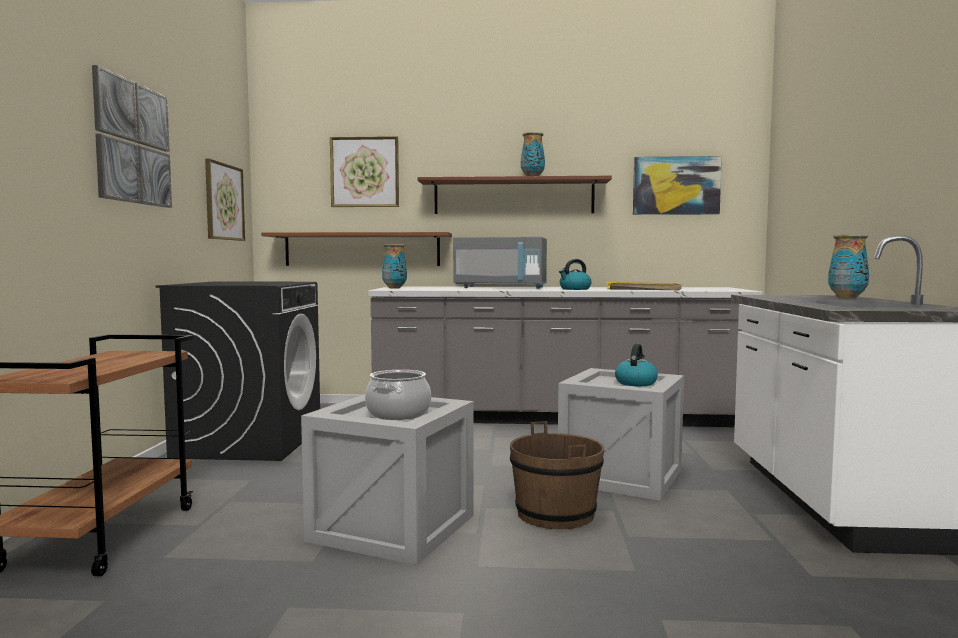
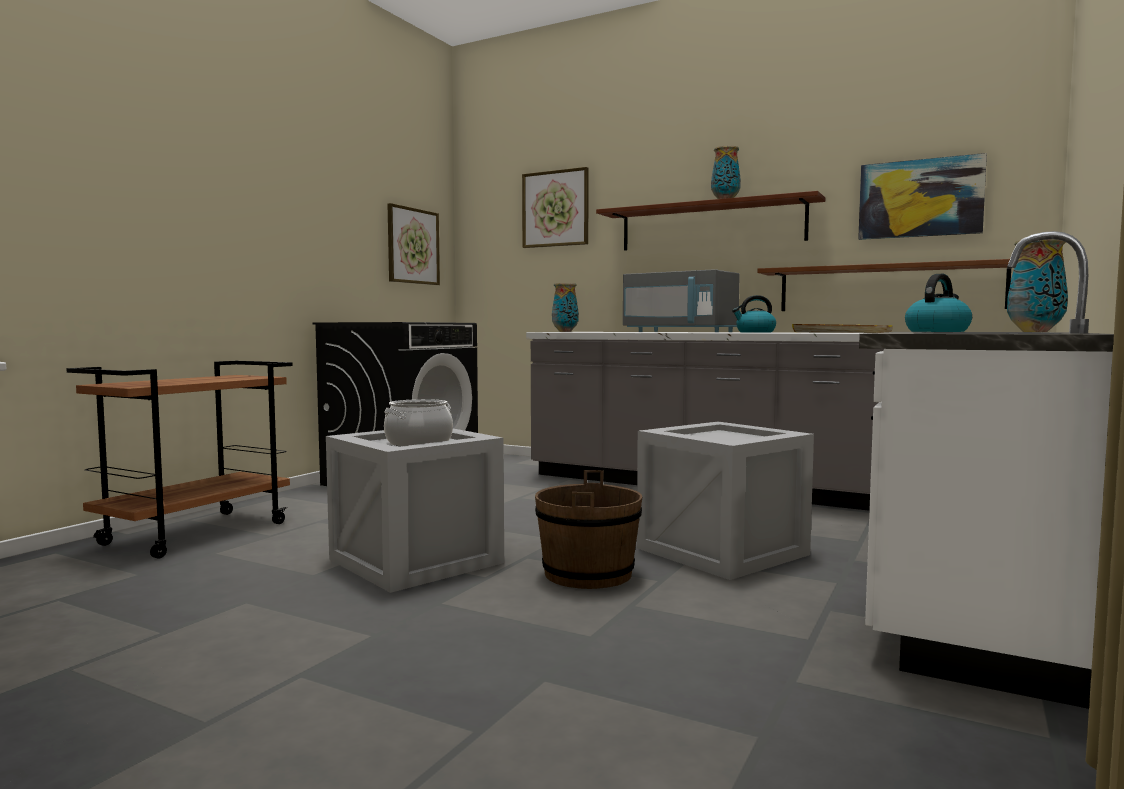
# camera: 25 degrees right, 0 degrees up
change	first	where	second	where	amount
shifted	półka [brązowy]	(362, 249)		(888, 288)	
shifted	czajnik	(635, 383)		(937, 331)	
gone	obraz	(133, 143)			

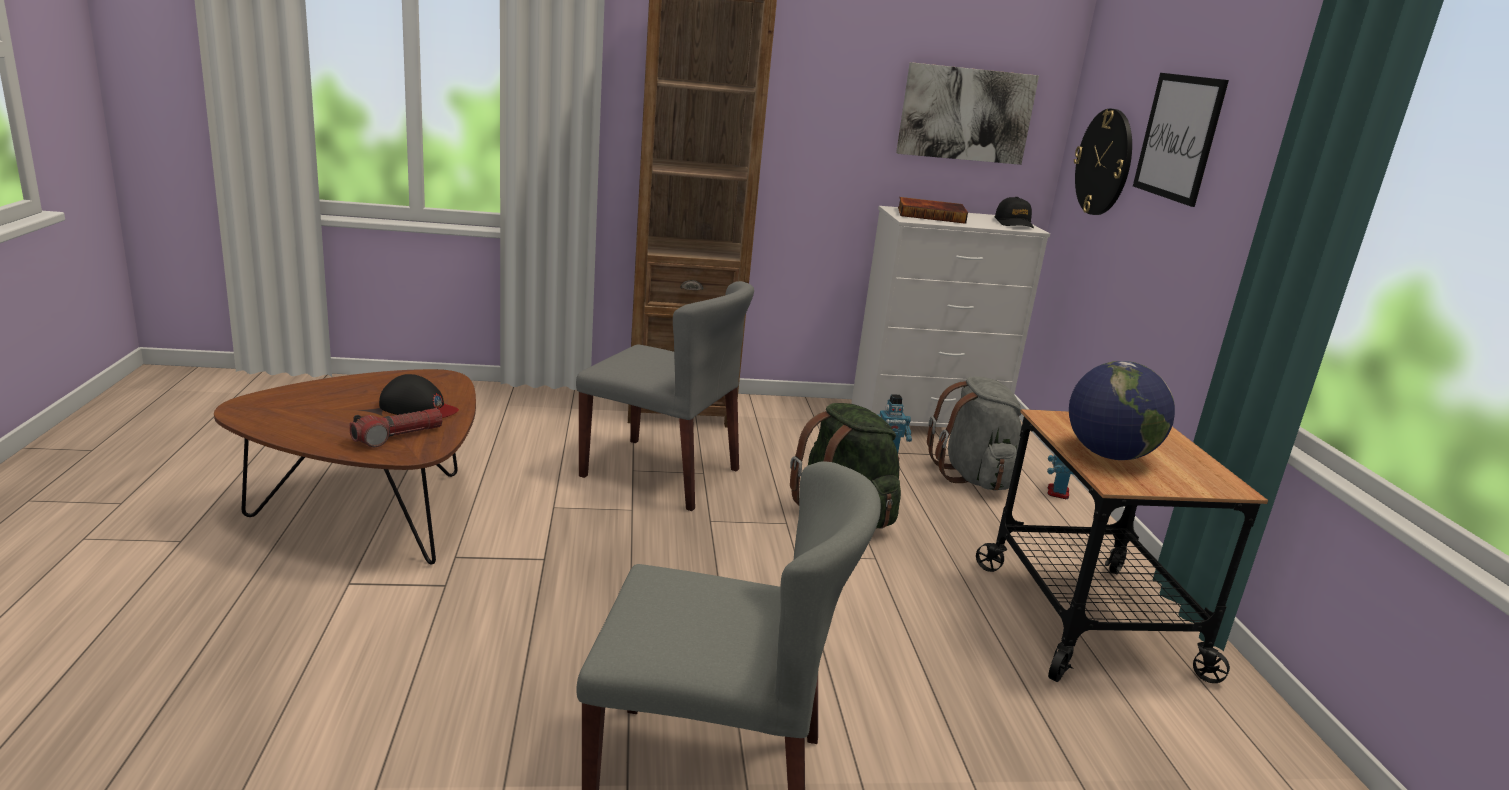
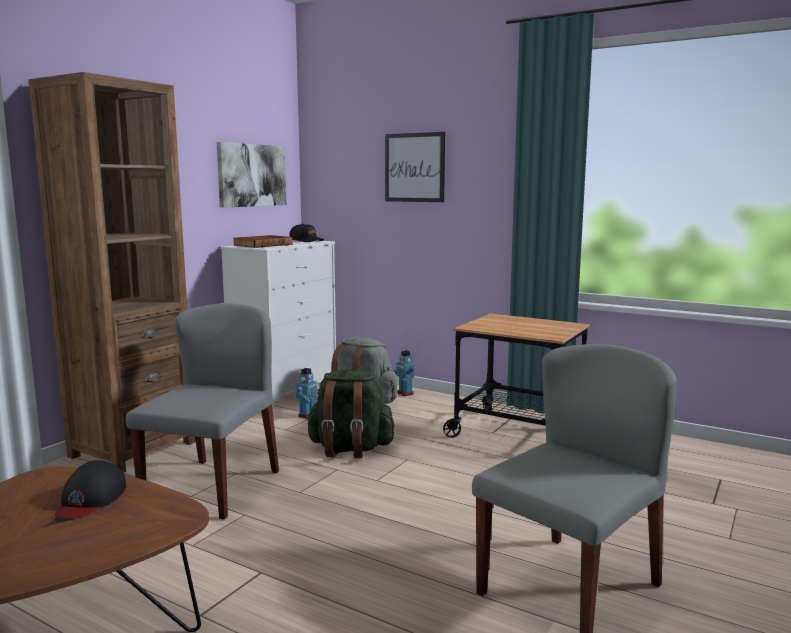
# camera: 50 degrees left, 10 degrees down
change	first	where	second	where	amount
rotated	czapka z daszkiem [czarny]	(418, 407)		(90, 499)	135 degrees clockwise
rotated	krzesło [szary]	(662, 473)		(213, 487)	45 degrees counterclockwise
gone	latarka	(397, 436)			
gone	globus	(1108, 455)			
gone	zegar ścienny	(1104, 162)			

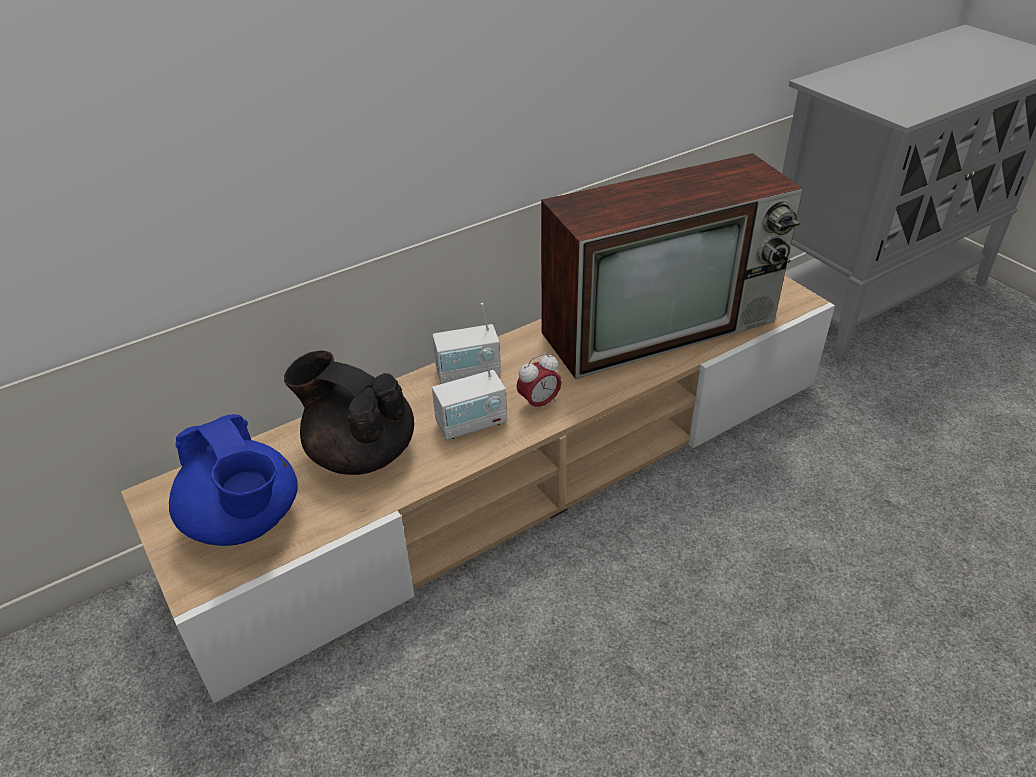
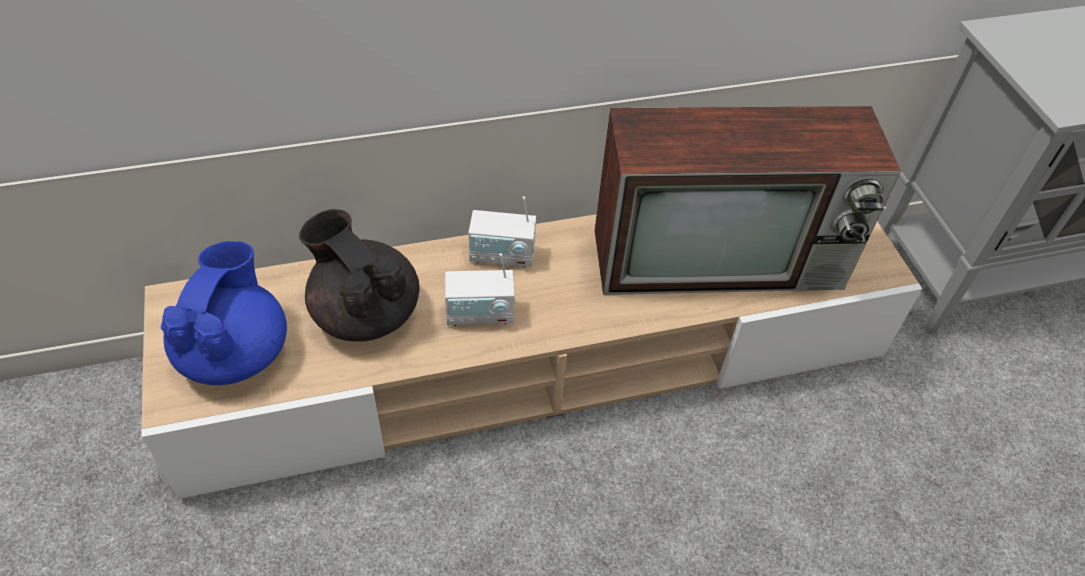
# camera: 15 degrees right, 10 degrees up
change	first	where	second	where	amount
rotated	imbryk [niebieski]	(244, 521)		(235, 352)	150 degrees counterclockwise
gone	budzik	(539, 403)			

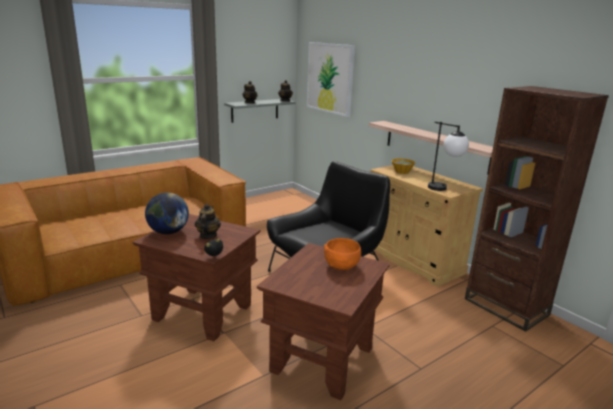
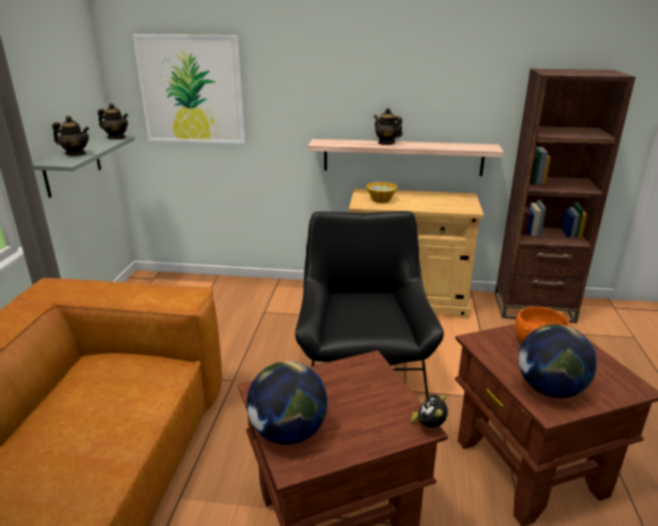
# camera: 45 degrees left, 5 degrees up
change	first	where	second	where	amount
shifted	imbryk	(207, 236)		(386, 143)	
new			globus	(550, 389)	
gone	lampa stołowa	(444, 189)			

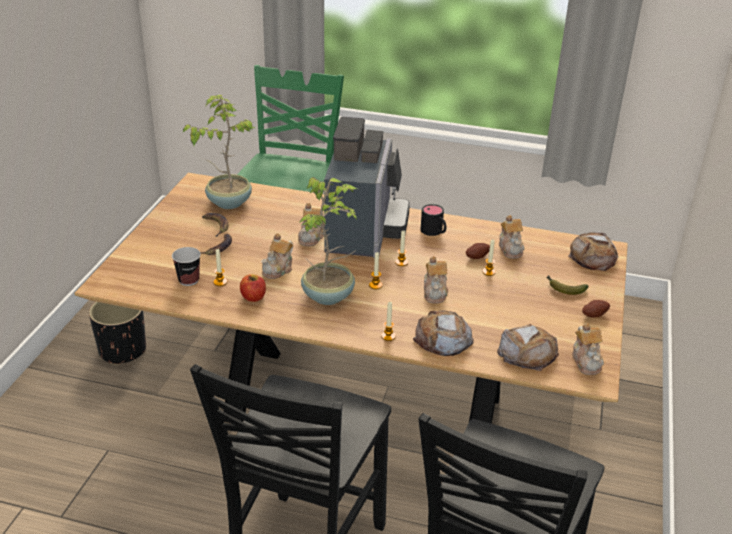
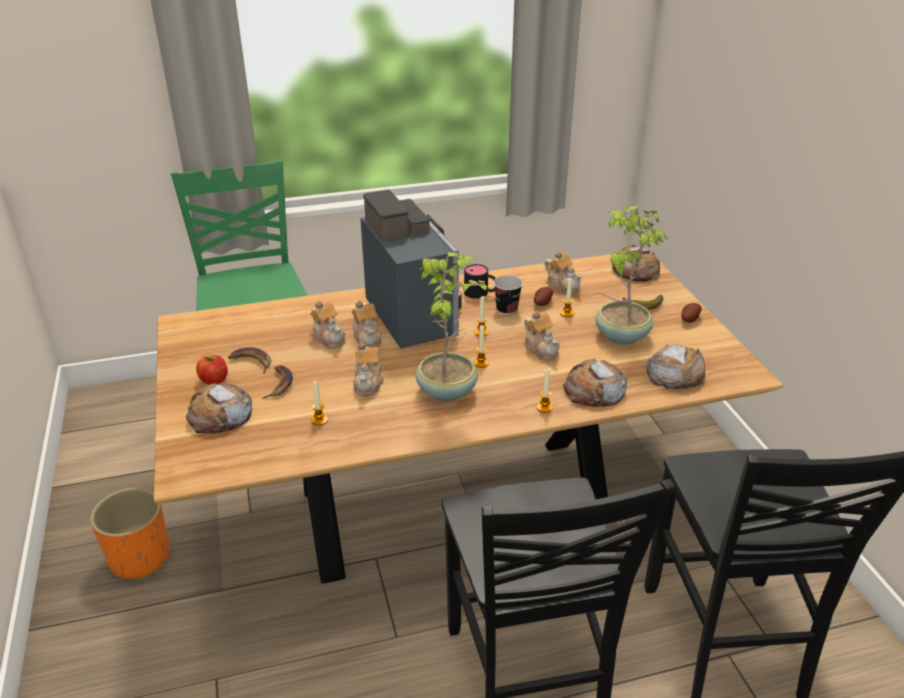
# camera: 30 degrees left, 0 degrees up
change	first	where	second	where	amount
repainted	donica [czarny]	(122, 351)	donica [pomarańczowy]	(140, 558)	
new			chleb	(221, 415)	
shifted	jabłko	(253, 297)		(214, 380)	
shifted	imbryk	(586, 361)		(329, 338)	
shifted	filiżanka	(189, 280)		(507, 310)	
shifted	roślina doniczkowa	(228, 202)		(620, 336)	

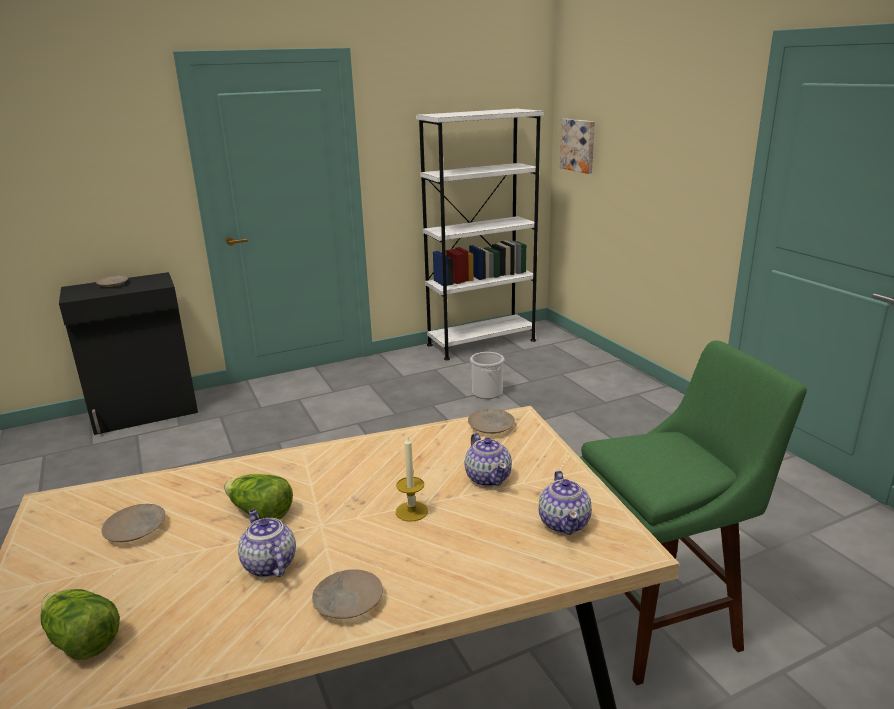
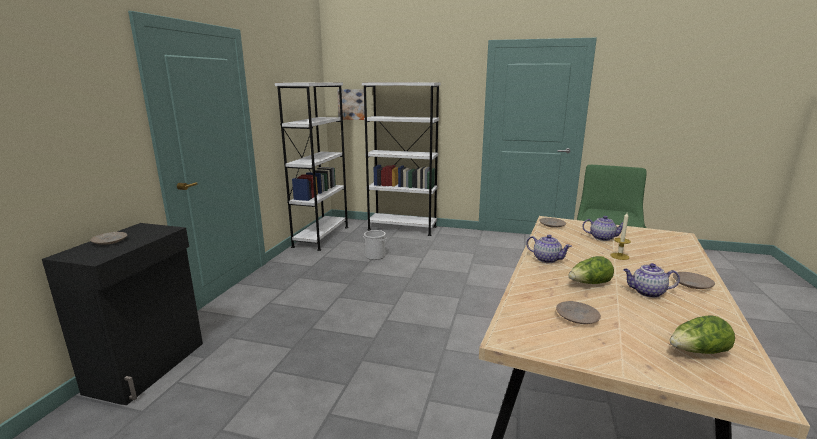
# camera: 50 degrees left, 5 degrees down
change	first	where	second	where	amount
new			regał [biały]	(402, 228)	
shifted	imbryk	(564, 523)		(546, 259)	

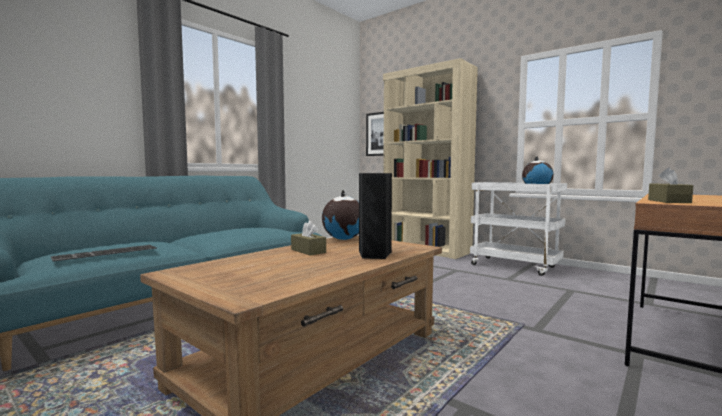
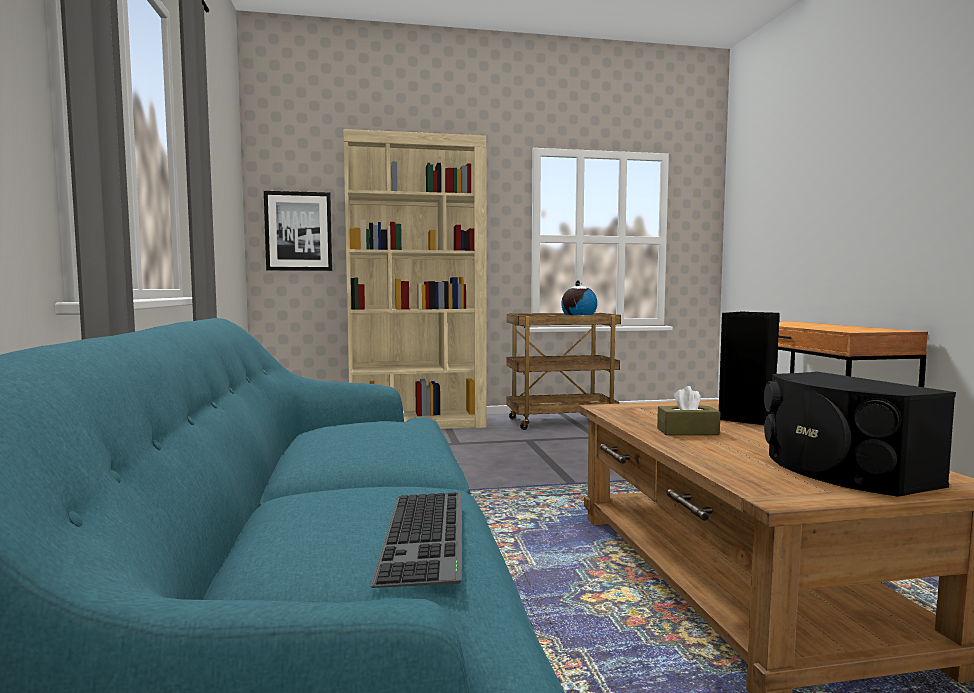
# camera: 50 degrees left, 0 degrees up
change	first	where	second	where	amount
repainted	wózek [biały]	(515, 266)	wózek [brązowy]	(561, 421)	
new			głośnik [czarny]	(841, 471)	
gone	globus	(343, 239)			
gone	pudełko chusteczek [brązowy]	(668, 201)			

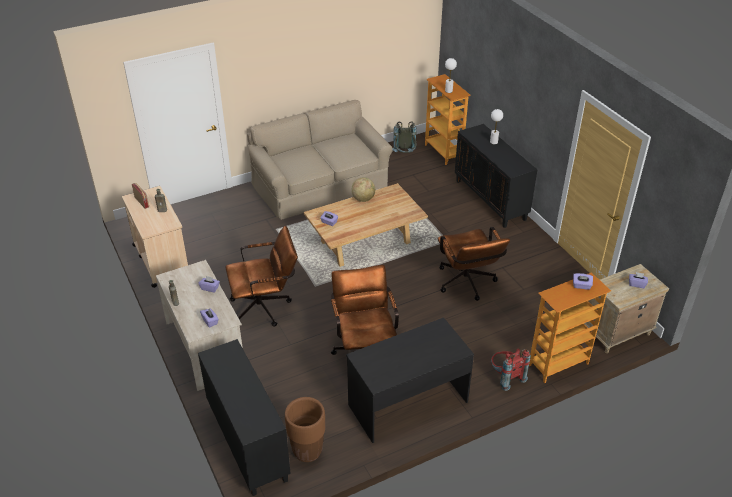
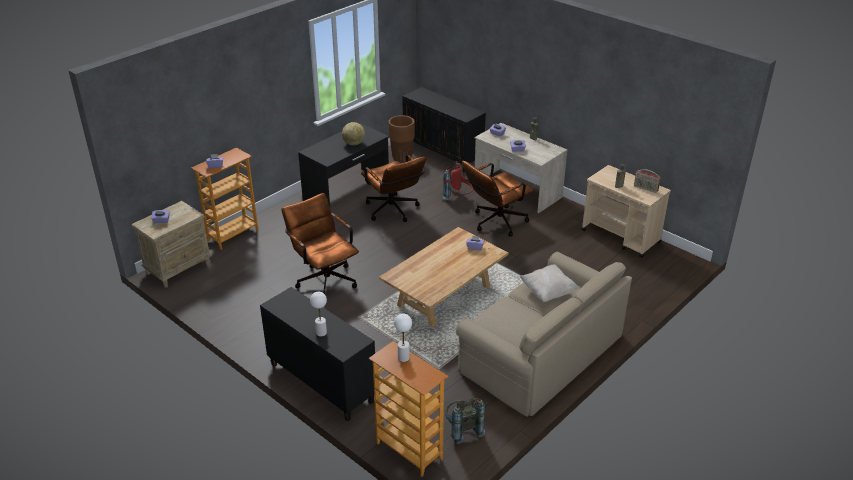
# camera: 160 degrees right, 5 degrees down
change	first	where	second	where	amount
shifted	globus	(363, 199)		(354, 144)	
shifted	plecak [czerwony]	(505, 377)		(458, 199)	
new			poduszka [beżowy]	(548, 292)	

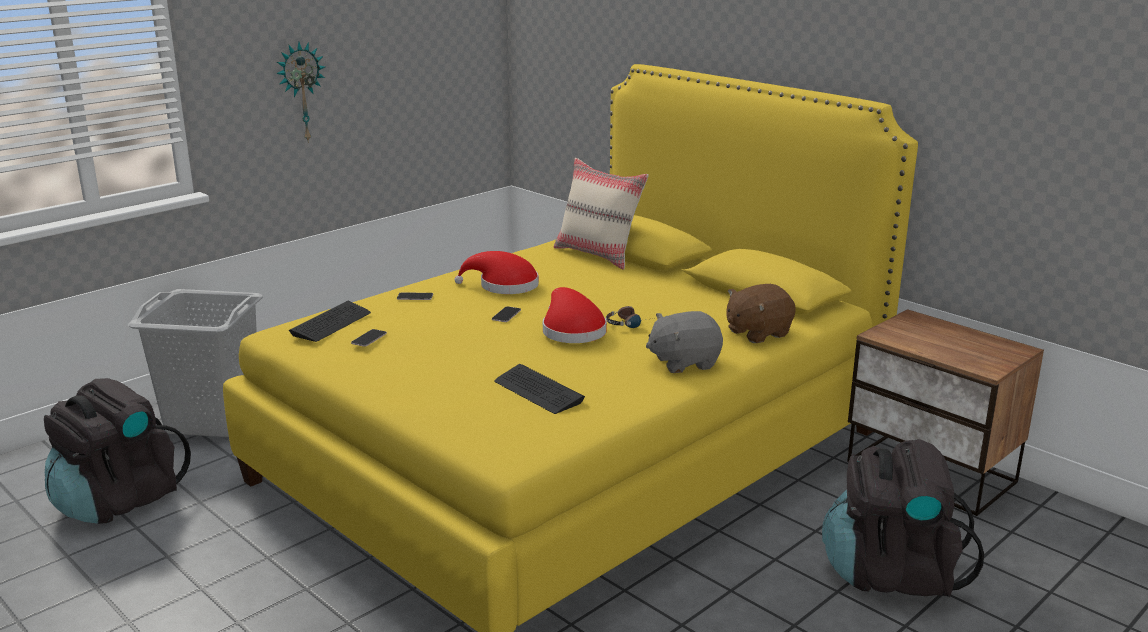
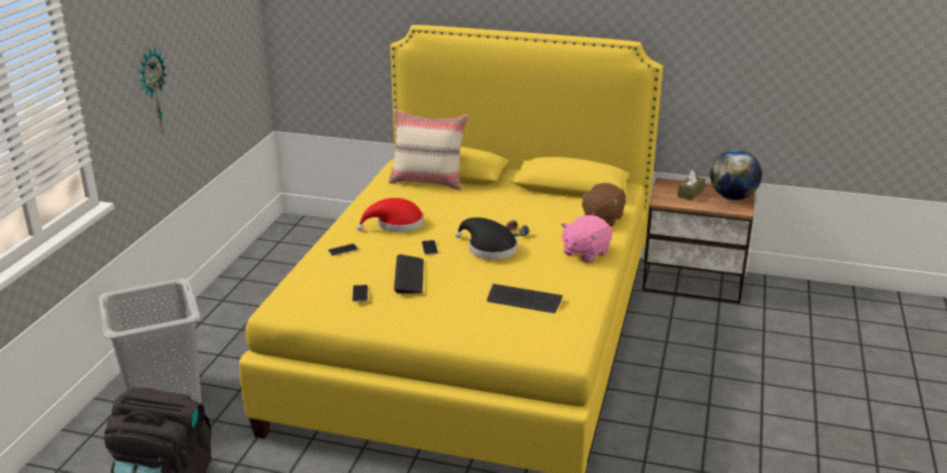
# camera: 30 degrees left, 5 degrees up
change	first	where	second	where	amount
shifted	klawiatura	(331, 323)		(409, 276)	
repainted	kapelusz [czerwony]	(571, 330)	kapelusz [czarny]	(488, 248)	
repainted	pluszak [szary]	(684, 362)	pluszak [różowy]	(585, 253)	
new			pudełko chusteczek [brązowy]	(690, 193)	
new			globus	(733, 197)	
gone	plecak [czarny]	(891, 573)			

